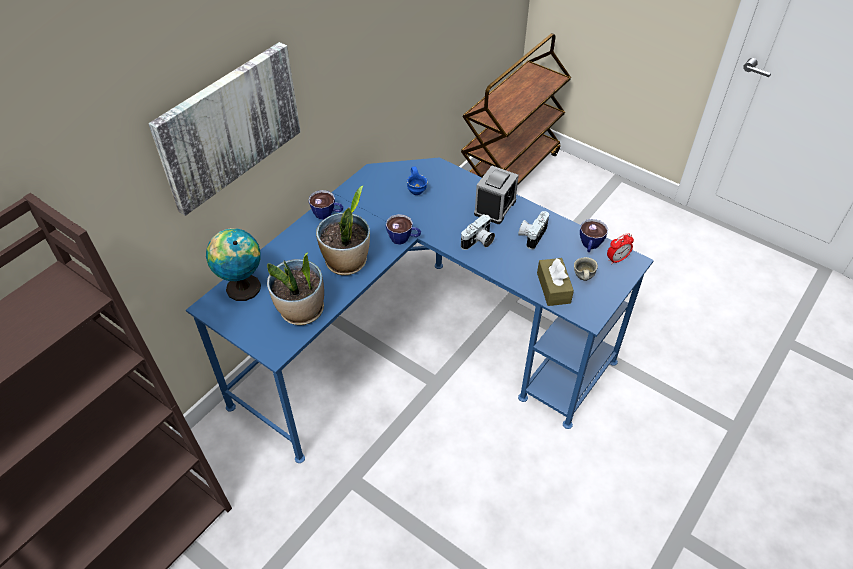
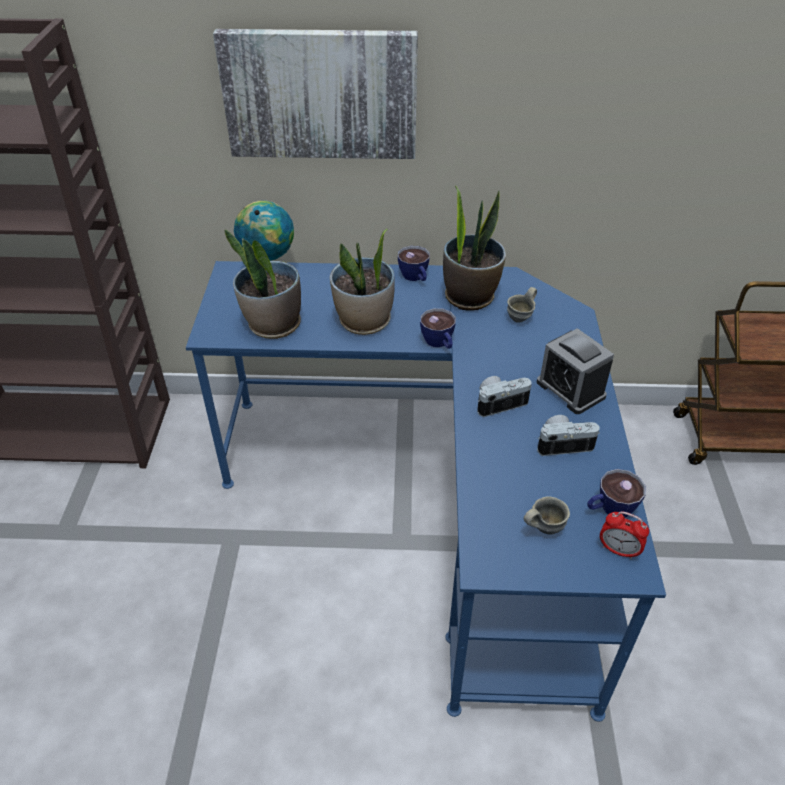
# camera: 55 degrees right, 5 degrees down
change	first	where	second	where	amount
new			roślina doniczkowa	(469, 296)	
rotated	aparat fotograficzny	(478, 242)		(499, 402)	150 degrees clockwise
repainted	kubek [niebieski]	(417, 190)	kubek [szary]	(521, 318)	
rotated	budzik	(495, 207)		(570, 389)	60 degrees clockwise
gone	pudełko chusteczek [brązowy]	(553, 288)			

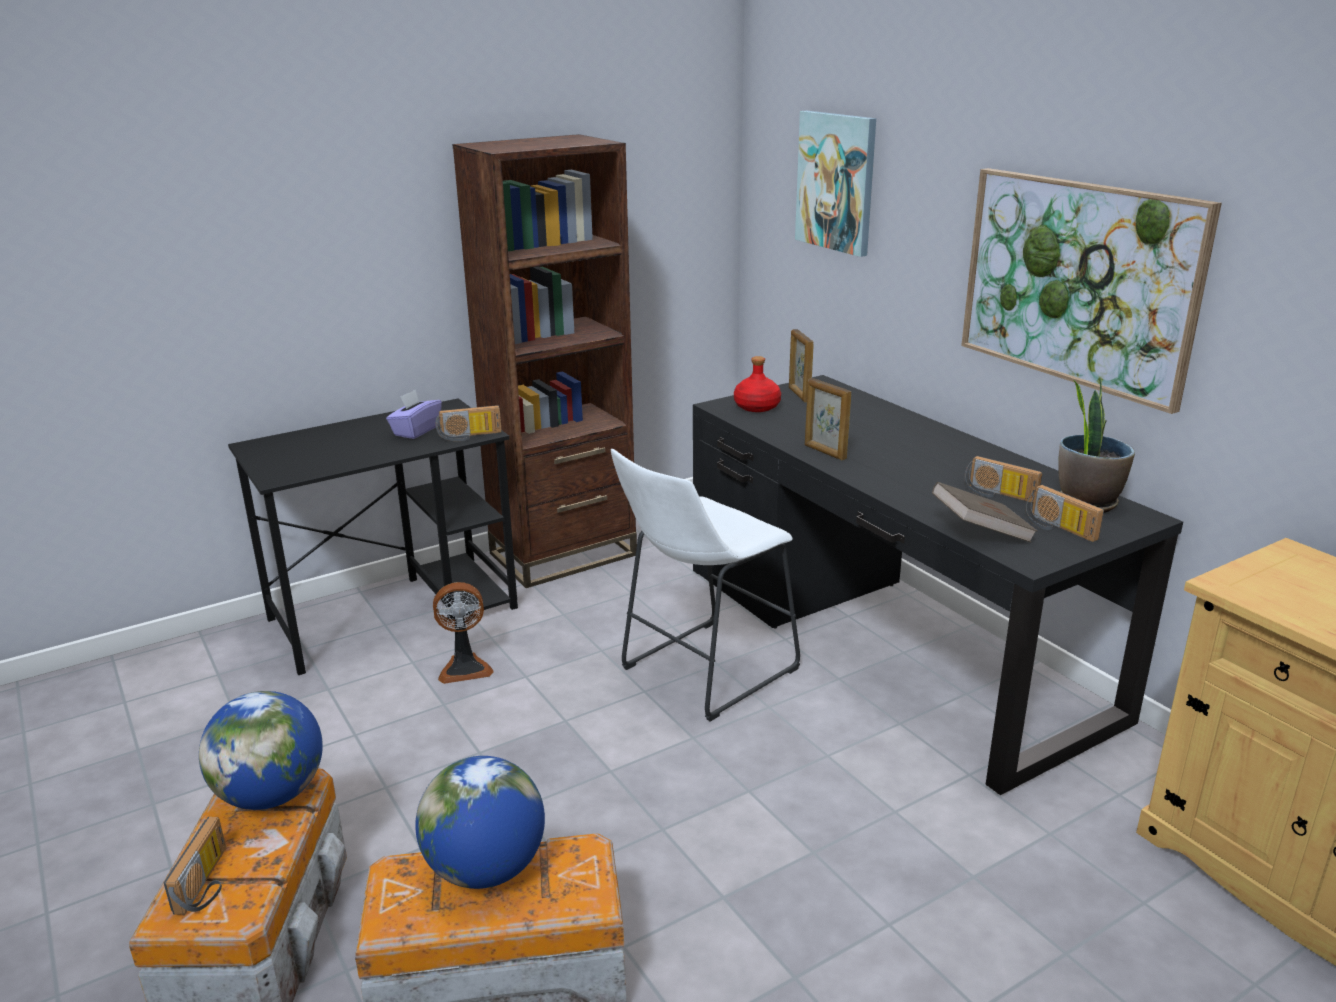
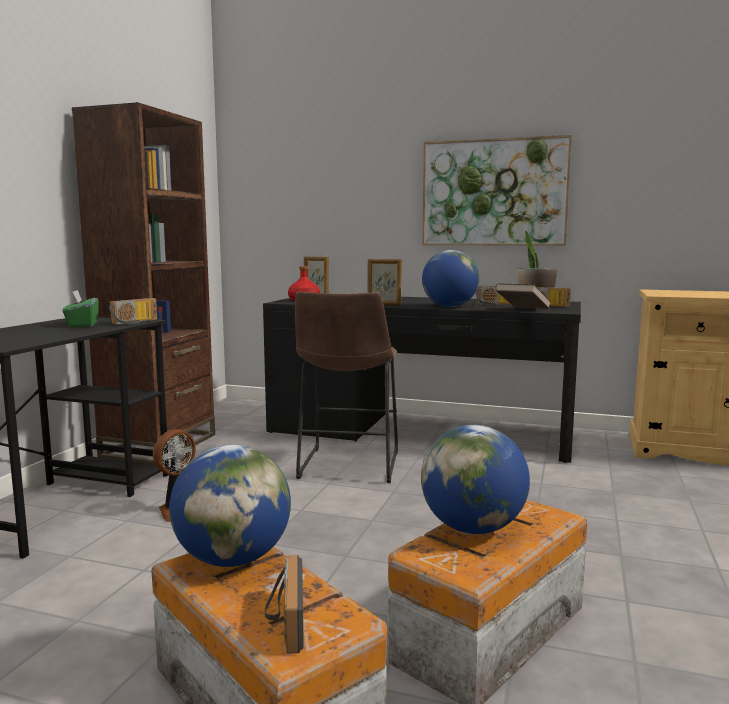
# camera: 40 degrees left, 15 degrees down
change	first	where	second	where	amount
repainted	pudełko chusteczek [fioletowy]	(416, 431)	pudełko chusteczek [zielony]	(82, 325)	
rotated	radio	(208, 883)		(283, 620)	150 degrees counterclockwise
repainted	stołek [biały]	(702, 672)	stołek [brązowy]	(347, 467)	
new			globus	(449, 307)	
gone	obraz	(836, 182)			

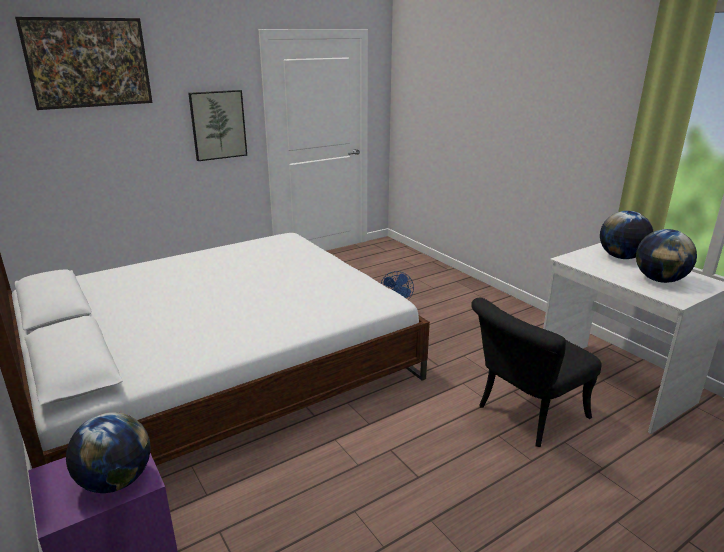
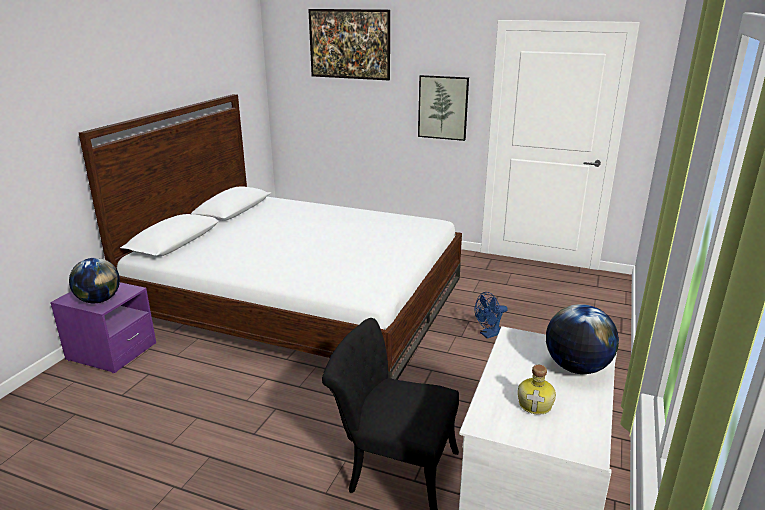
# camera: 55 degrees right, 0 degrees up
change	first	where	second	where	amount
swapped	globus	(659, 280)	butelka	(536, 404)	

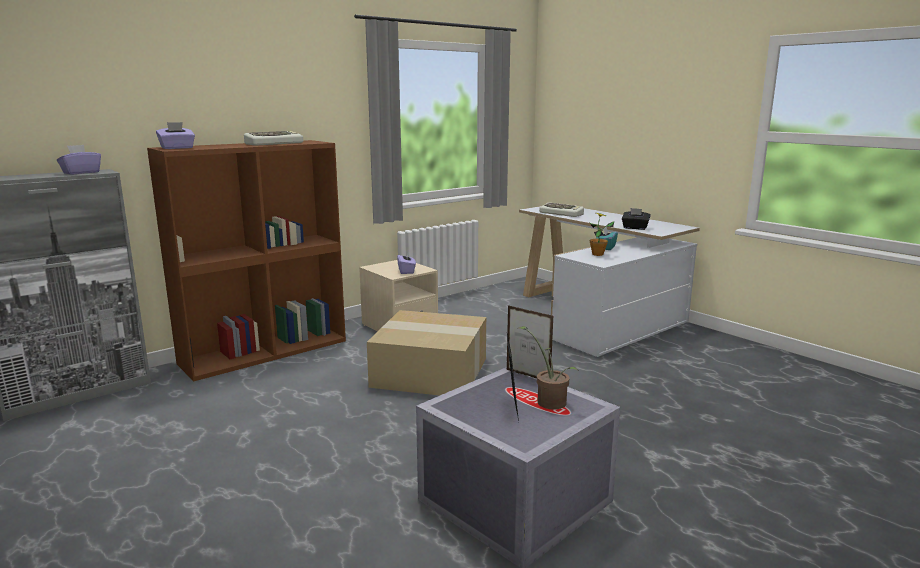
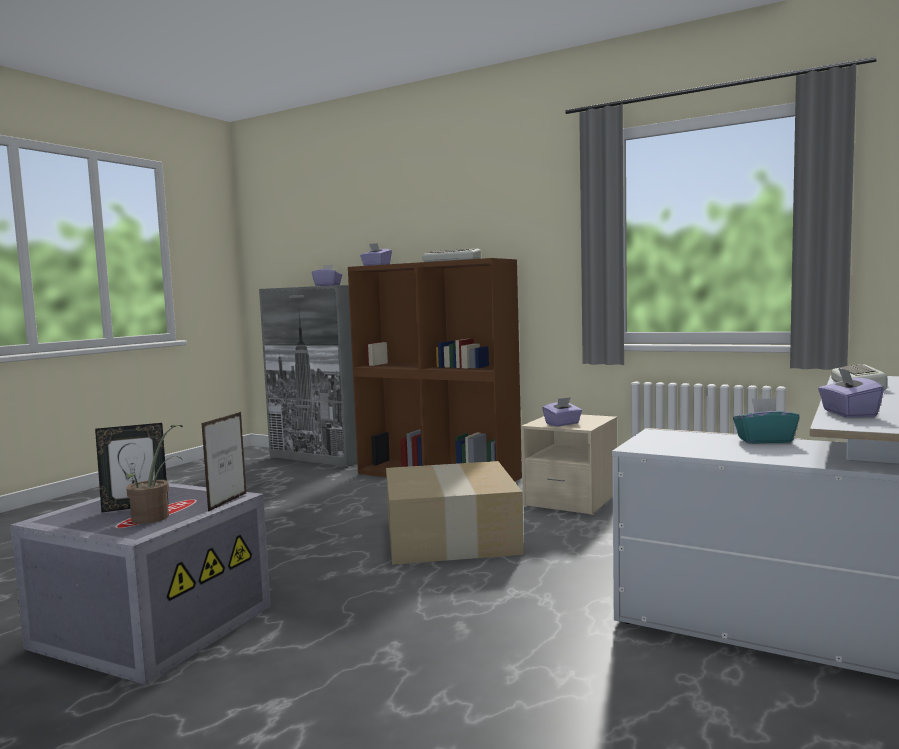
# camera: 70 degrees right, 10 degrees down
change	first	where	second	where	amount
repainted	pudełko chusteczek [czarny]	(635, 228)	pudełko chusteczek [fioletowy]	(848, 413)	
gone	roślina doniczkowa	(597, 254)			

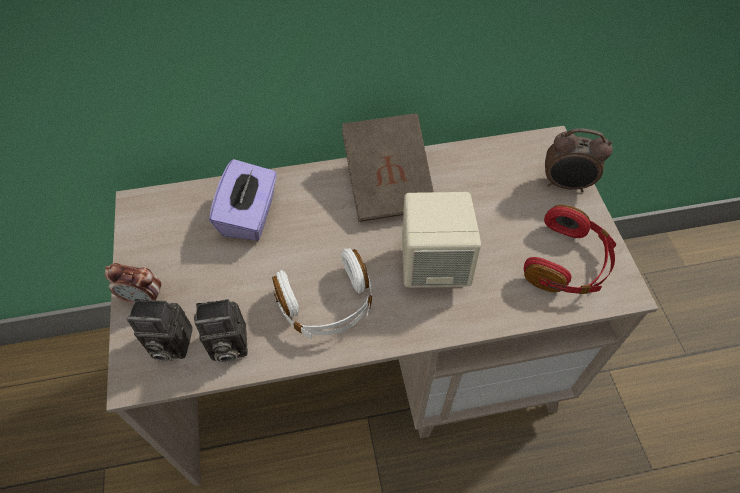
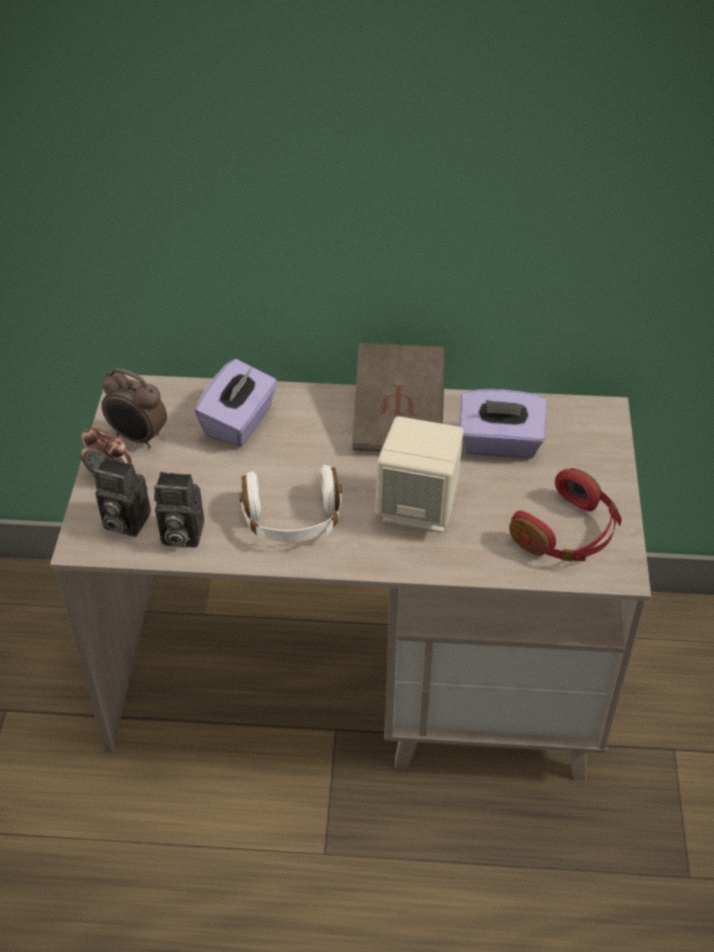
# camera: 15 degrees right, 10 degrees down
change	first	where	second	where	amount
shifted	budzik	(566, 185)		(138, 438)	
new			pudełko chusteczek [fioletowy]	(499, 444)	

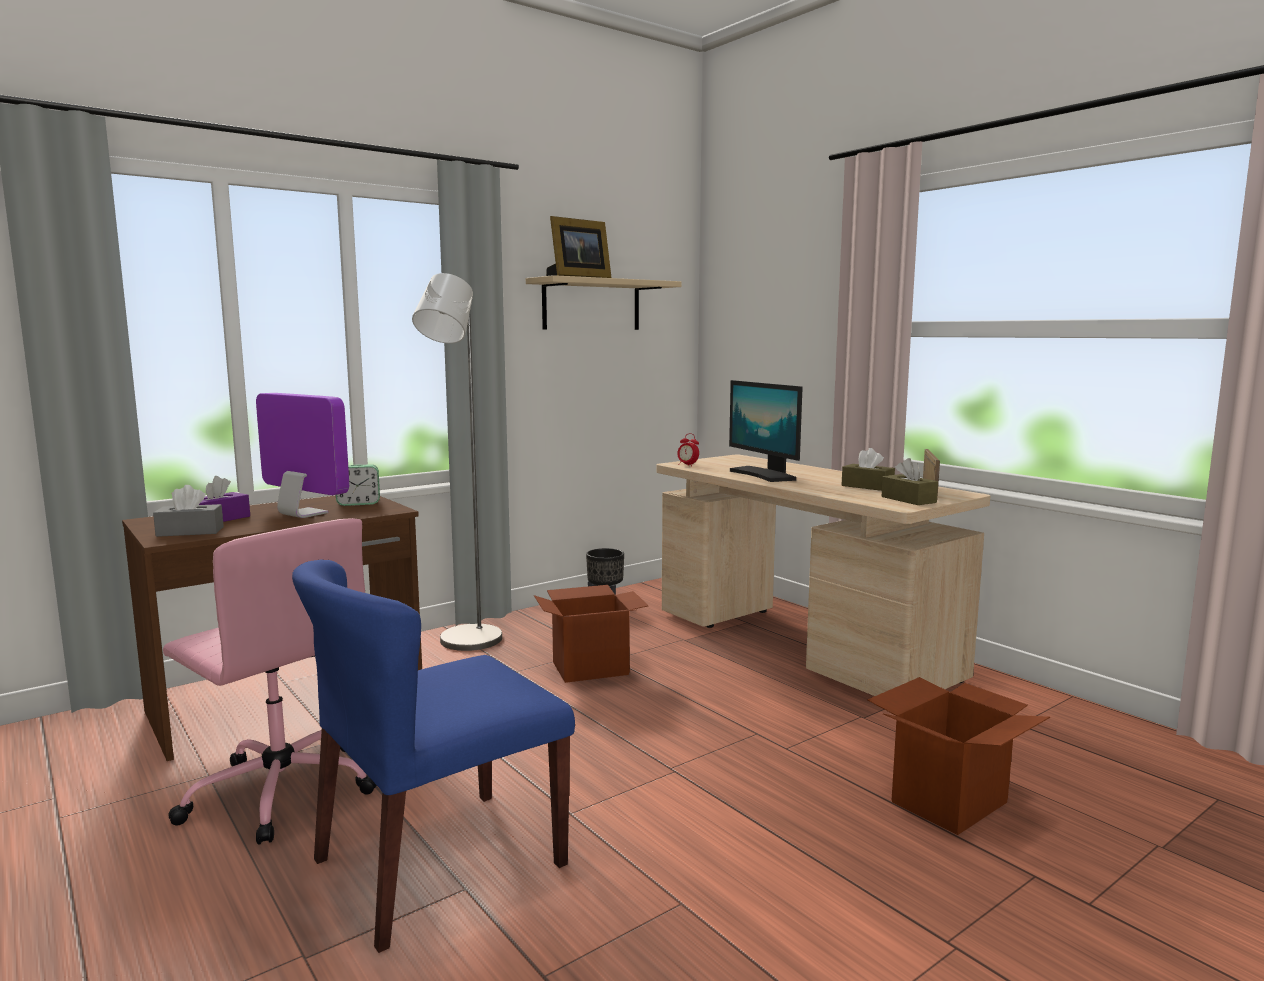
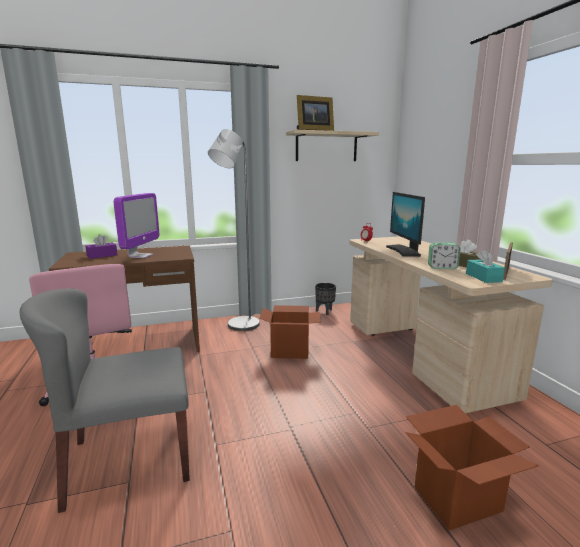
# camera: 20 degrees right, 5 degrees up
change	first	where	second	where	amount
repainted	krzesło [niebieski]	(438, 863)	krzesło [szary]	(128, 460)	
rotated	monitor	(303, 514)		(140, 256)	45 degrees clockwise
shifted	budzik	(358, 503)		(442, 267)	
repainted	pudełko chusteczek [brązowy]	(908, 499)	pudełko chusteczek [turkusowy]	(483, 277)	
gone	pudełko chusteczek [szary]	(190, 532)			

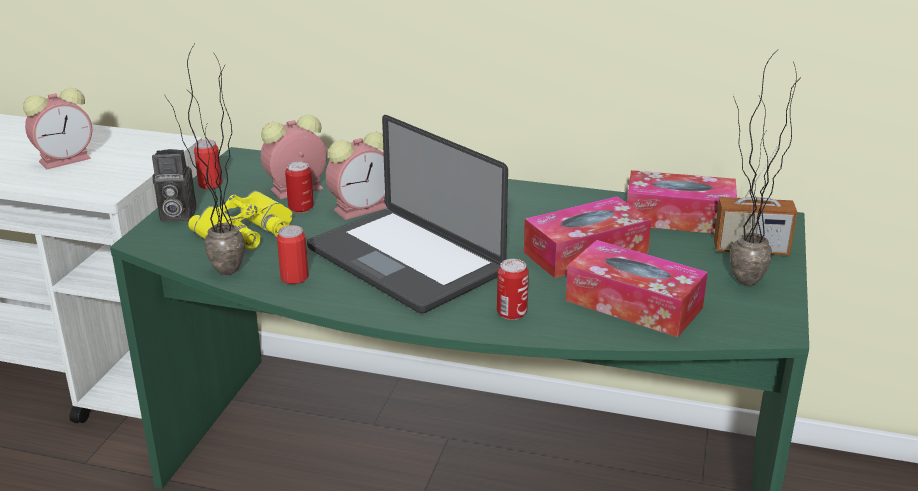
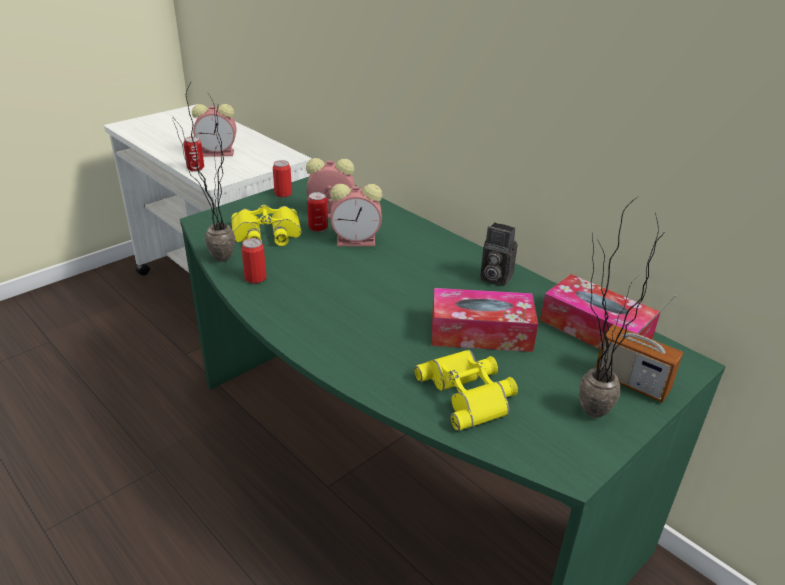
# camera: 30 degrees right, 5 degrees up
change	first	where	second	where	amount
shifted	puszka	(511, 313)		(195, 168)	
swapped	pudełko chusteczek	(633, 304)	lornetka [żółty]	(469, 393)	
shifted	aparat fotograficzny	(175, 215)		(494, 277)	
gone	laptop	(404, 262)			

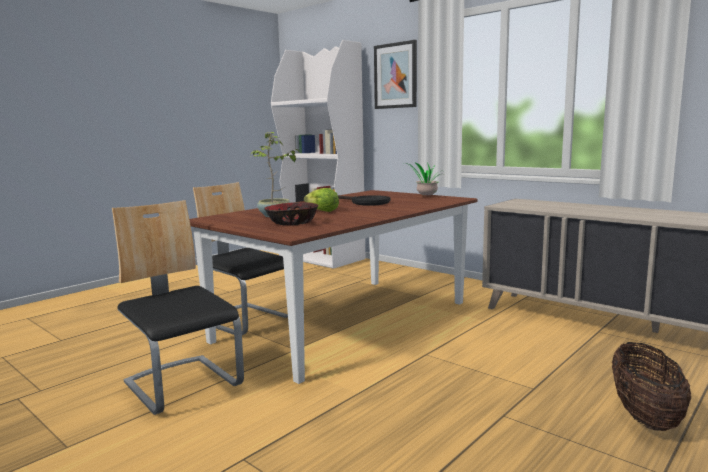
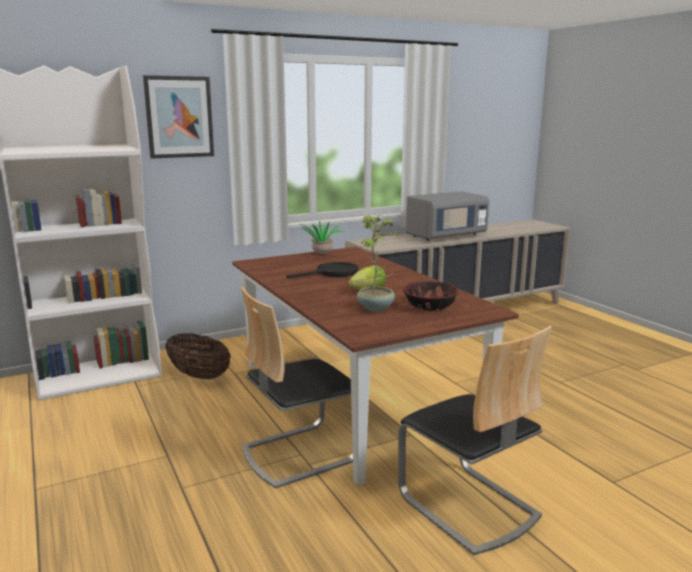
# camera: 70 degrees left, 5 degrees up
change	first	where	second	where	amount
shifted	koszyk	(645, 416)		(199, 376)	
rotated	krzesło	(183, 384)		(468, 506)	105 degrees counterclockwise
new			mikrofalówka [szary]	(445, 236)	

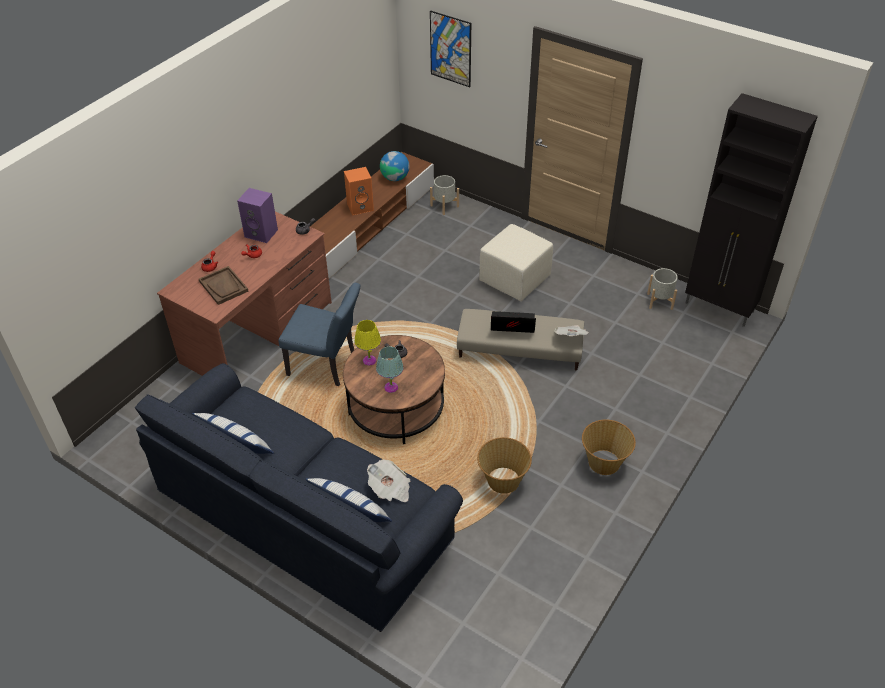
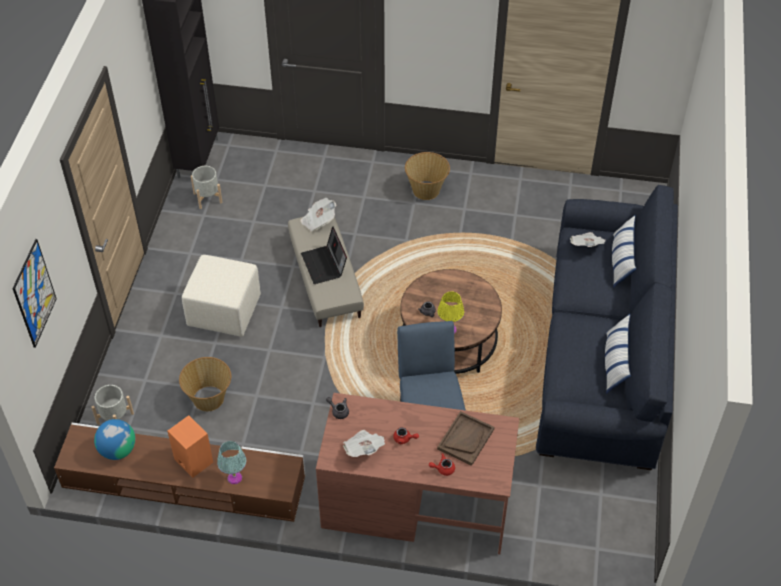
# camera: 115 degrees left, 5 degrees up
change	first	where	second	where	amount
shifted	koszyk	(503, 481)		(209, 398)	
shifted	lampa stołowa [turkusowy]	(391, 387)		(234, 478)	
swapped	głośnik [fioletowy]	(262, 233)	gazeta	(363, 449)	

